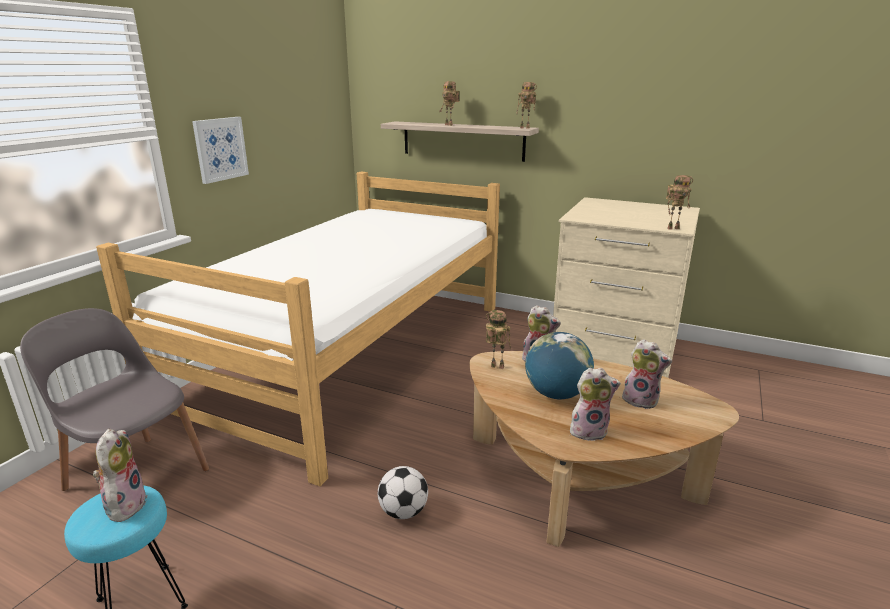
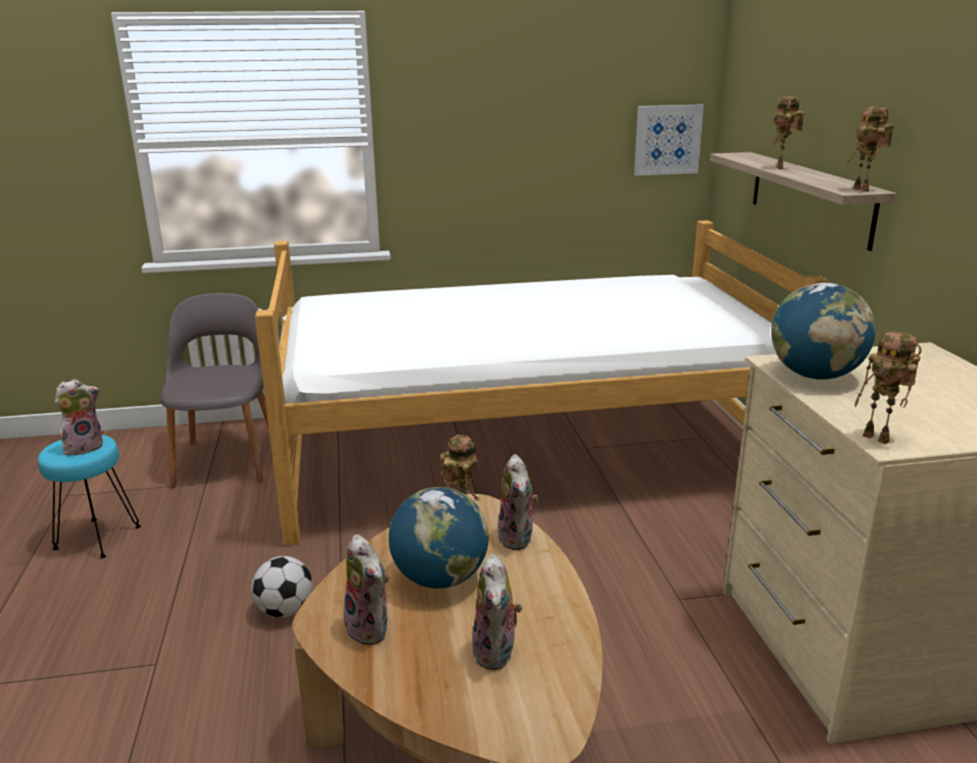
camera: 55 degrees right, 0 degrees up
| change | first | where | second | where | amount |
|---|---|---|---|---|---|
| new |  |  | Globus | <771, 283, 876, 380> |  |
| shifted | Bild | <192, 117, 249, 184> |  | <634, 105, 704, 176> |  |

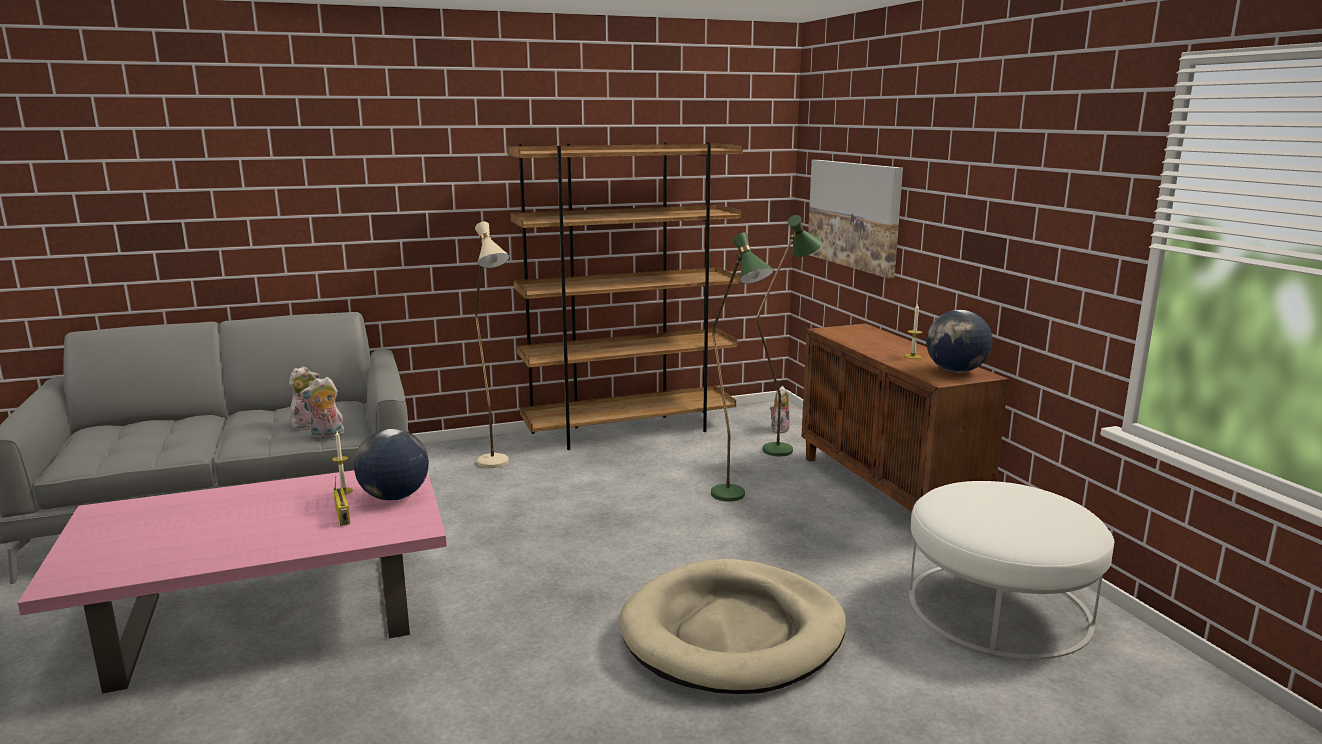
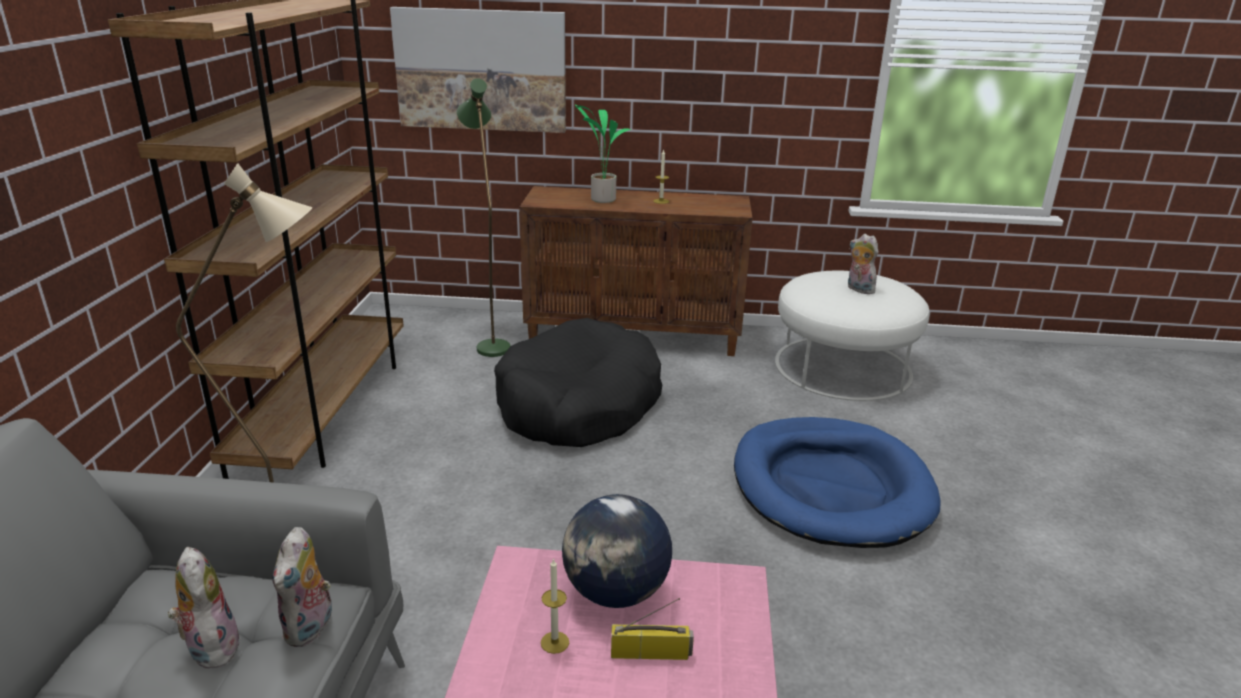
camera: 65 degrees left, 10 degrees up
| change | first | where | second | where | amount |
|---|---|---|---|---|---|
| gone | Globus | <926, 310, 992, 372> |  |  |  |
| new |  |  | Topfpflanze | <575, 105, 631, 203> |  |
| shifted | Plüschtier | <770, 386, 790, 433> |  | <848, 234, 878, 294> |  |
| swapped | Stehlampe [grün] | <711, 233, 774, 502> | Hundebett [schwarz] | <494, 318, 662, 447> |  |
| repainted | Hundebett [beige] | <619, 559, 846, 694> | Hundebett [blau] | <734, 417, 941, 548> |  |

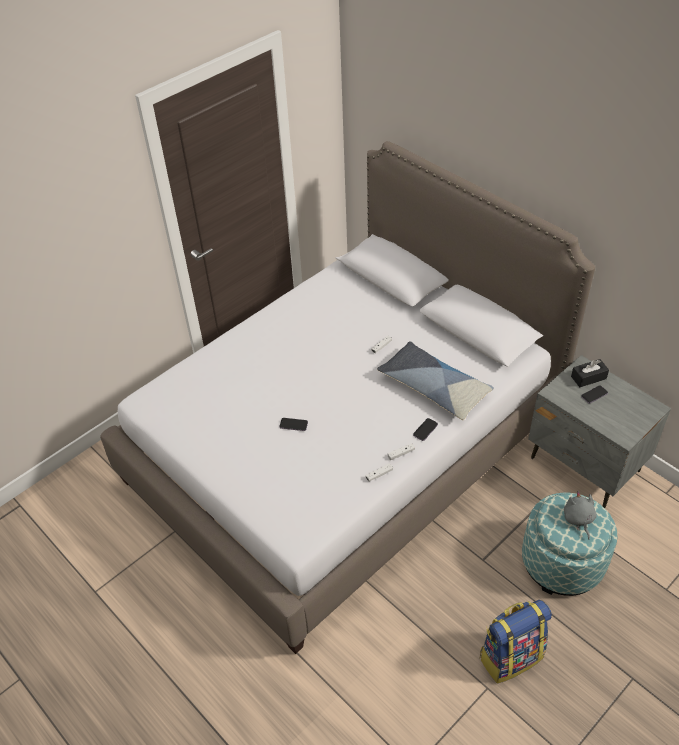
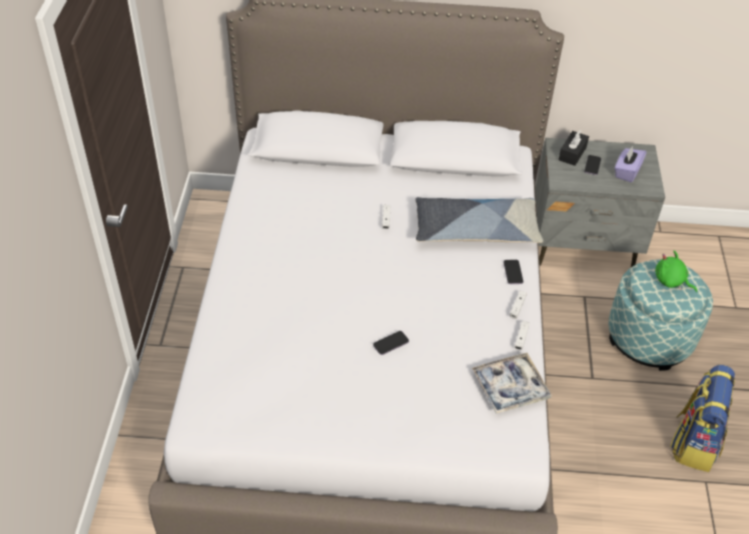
camera: 45 degrees left, 0 degrees up
| change | first | where | second | where | amount |
|---|---|---|---|---|---|
| new |  |  | Tablett | <472, 353, 552, 414> |  |
| new |  |  | Taschentuchbox [lila] | <615, 145, 647, 182> |  |
| repainted | Plüschtier [grau] | <564, 491, 597, 540> | Plüschtier [grün] | <655, 250, 697, 292> |  |

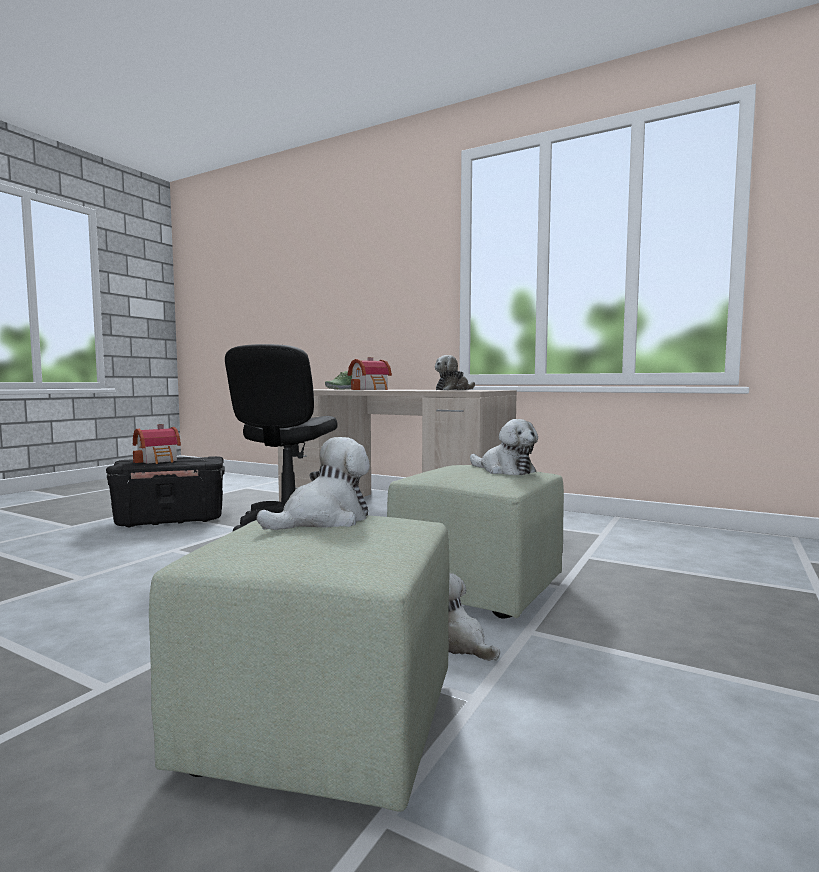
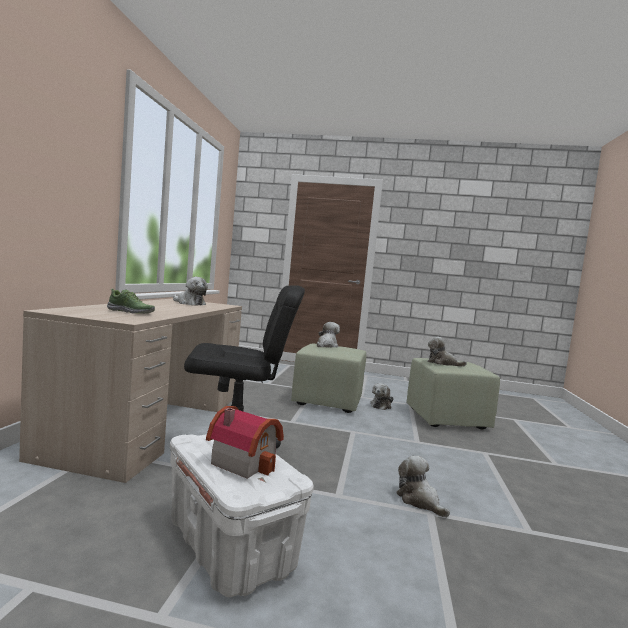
camera: 110 degrees left, 0 degrees up
| change | first | where | second | where | amount |
|---|---|---|---|---|---|
| gone | Spielzeughaus | <348, 357, 392, 390> |  |  |  |
| new |  |  | Plüschtier | <396, 456, 450, 518> |  |
| repainted | Aufbewahrungsbox [schwarz] | <106, 456, 225, 527> | Aufbewahrungsbox [weiß] | <170, 434, 314, 597> |  |

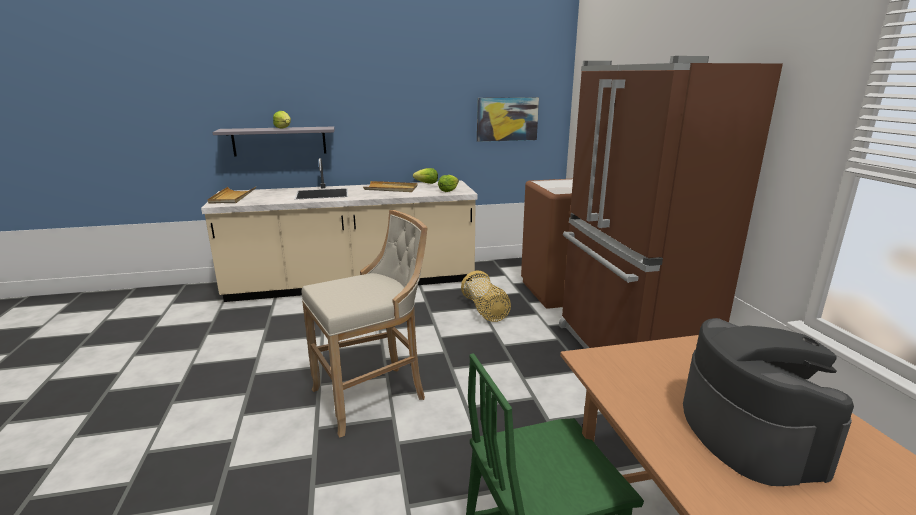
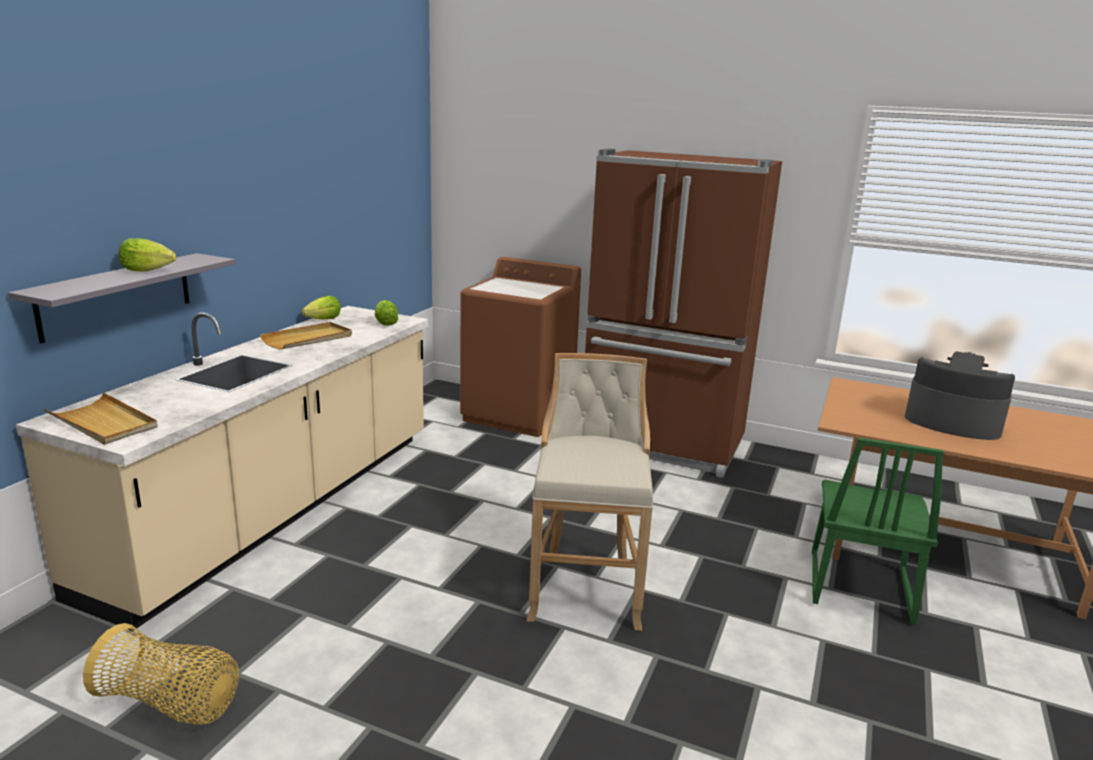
camera: 55 degrees left, 0 degrees up
| change | first | where | second | where | amount |
|---|---|---|---|---|---|
| gone | Bild | <477, 97, 539, 142> |  |  |  |
| shifted | Korb | <461, 271, 511, 322> |  | <83, 623, 239, 725> |  |

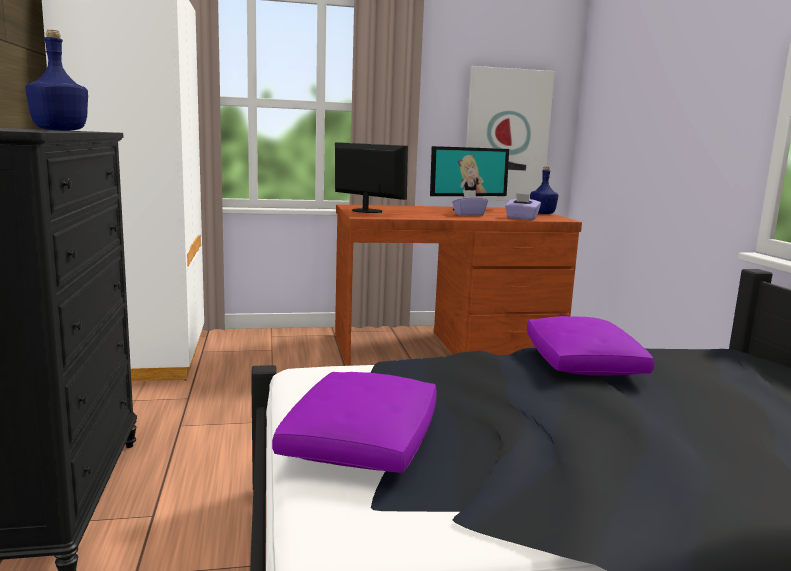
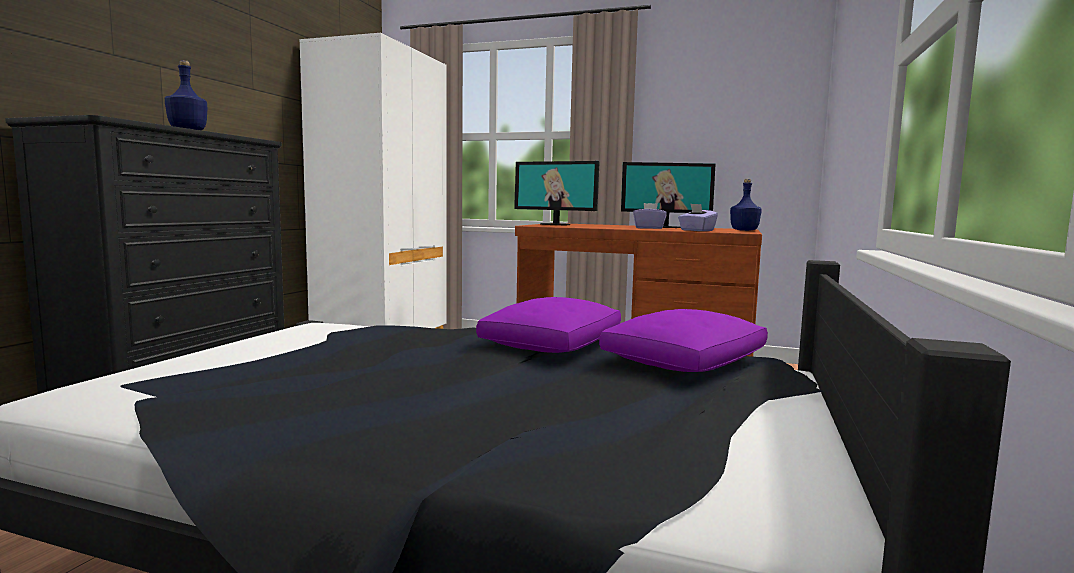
camera: 30 degrees right, 5 degrees down
| change | first | where | second | where | amount |
|---|---|---|---|---|---|
| gone | Bild | <462, 66, 555, 201> |  |  |  |
| shifted | Kissen [lila] | <272, 372, 437, 473> |  | <599, 309, 768, 372> |  |
| rotated | Monitor | <335, 142, 408, 213> |  | <514, 161, 600, 225> | 135 degrees clockwise |

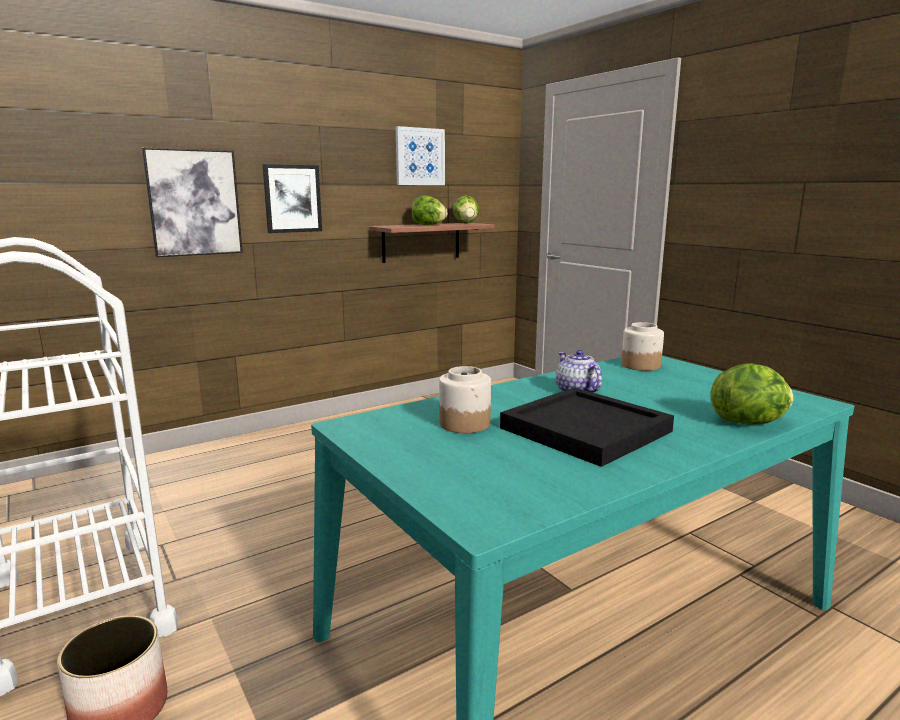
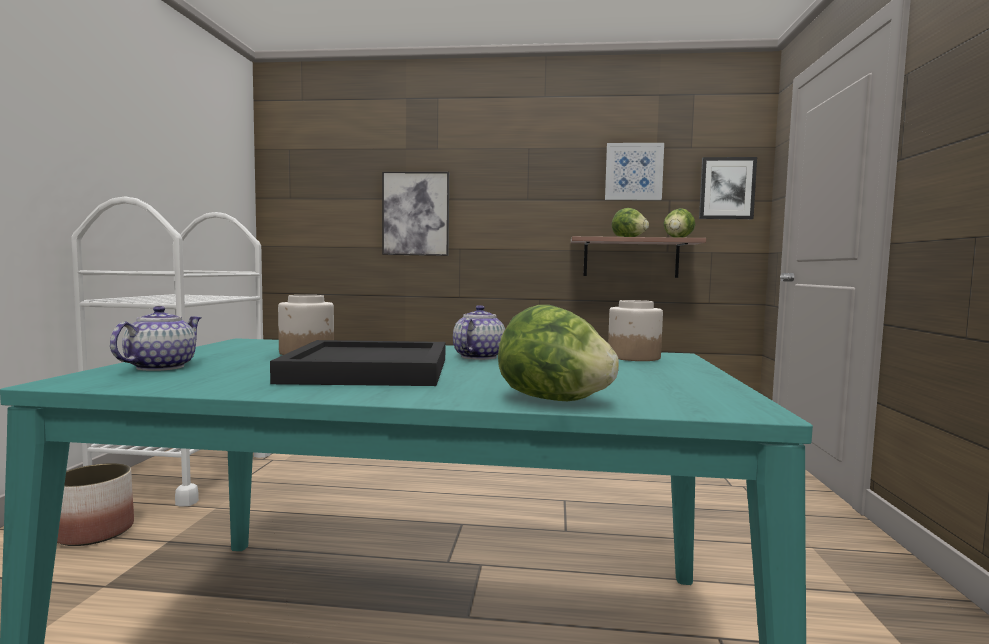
camera: 40 degrees right, 10 degrees down
| change | first | where | second | where | amount |
|---|---|---|---|---|---|
| new |  |  | Teekanne | <110, 306, 201, 371> |  |
| shifted | Bild | <262, 164, 322, 233> |  | <699, 157, 757, 219> |  |

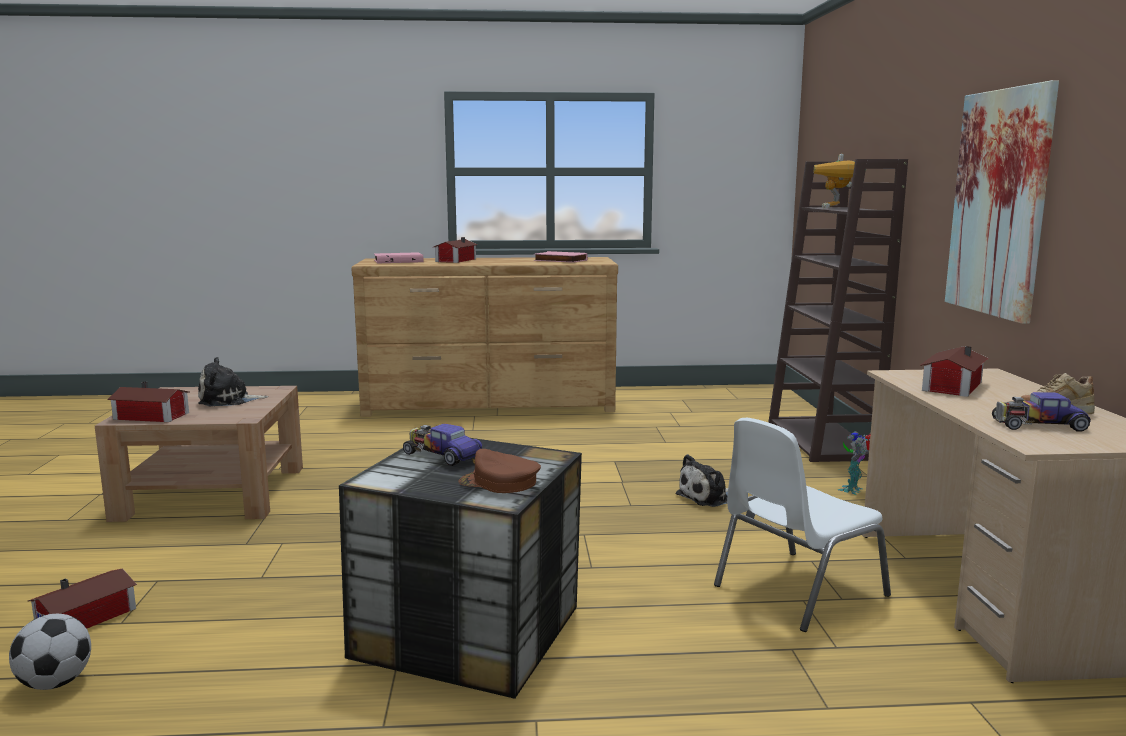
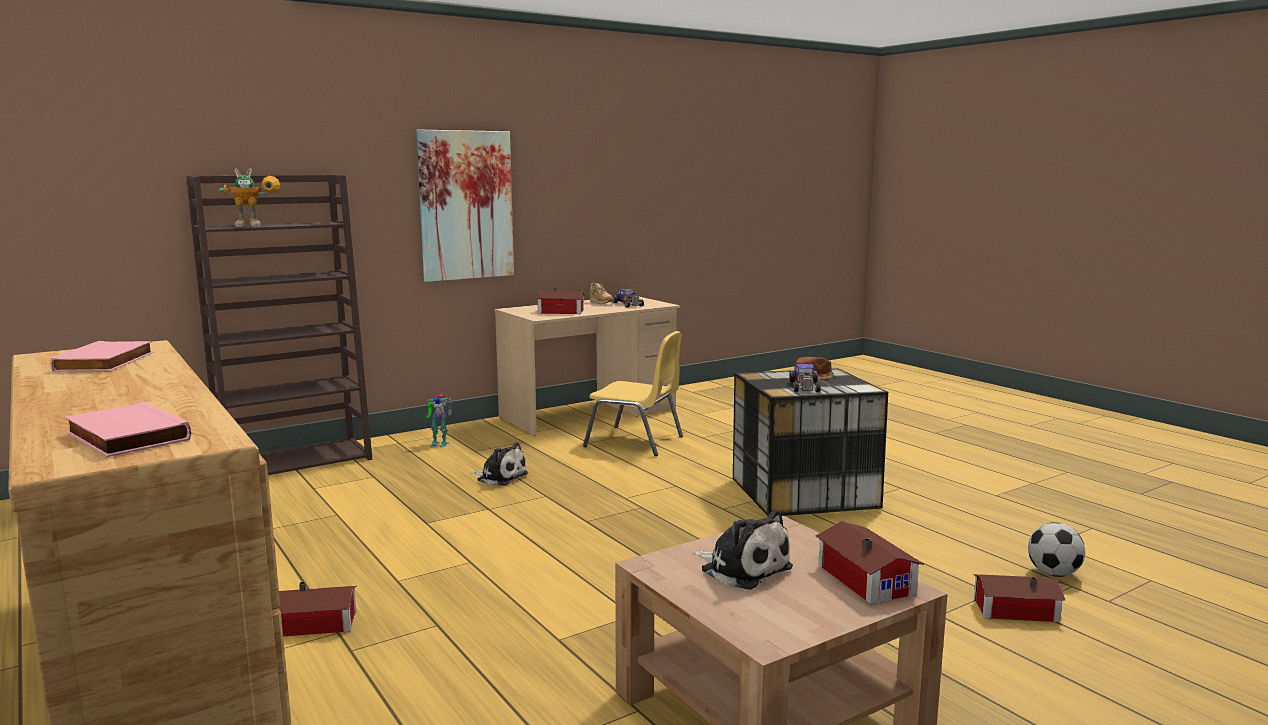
camera: 120 degrees left, 0 degrees up
| change | first | where | second | where | amount |
|---|---|---|---|---|---|
| shifted | Spielzeughaus | <434, 237, 478, 263> |  | <278, 582, 357, 636> |  |
| repainted | Stuhl [weiß] | <714, 418, 891, 632> | Stuhl [gelb] | <583, 331, 683, 456> |  |

